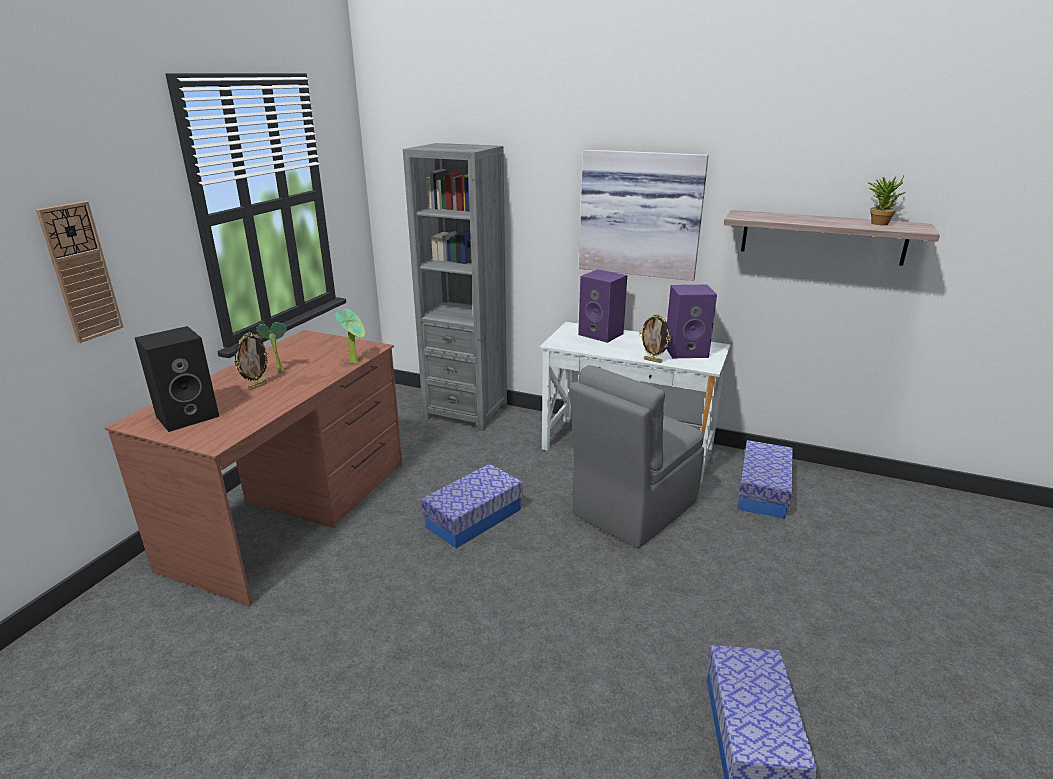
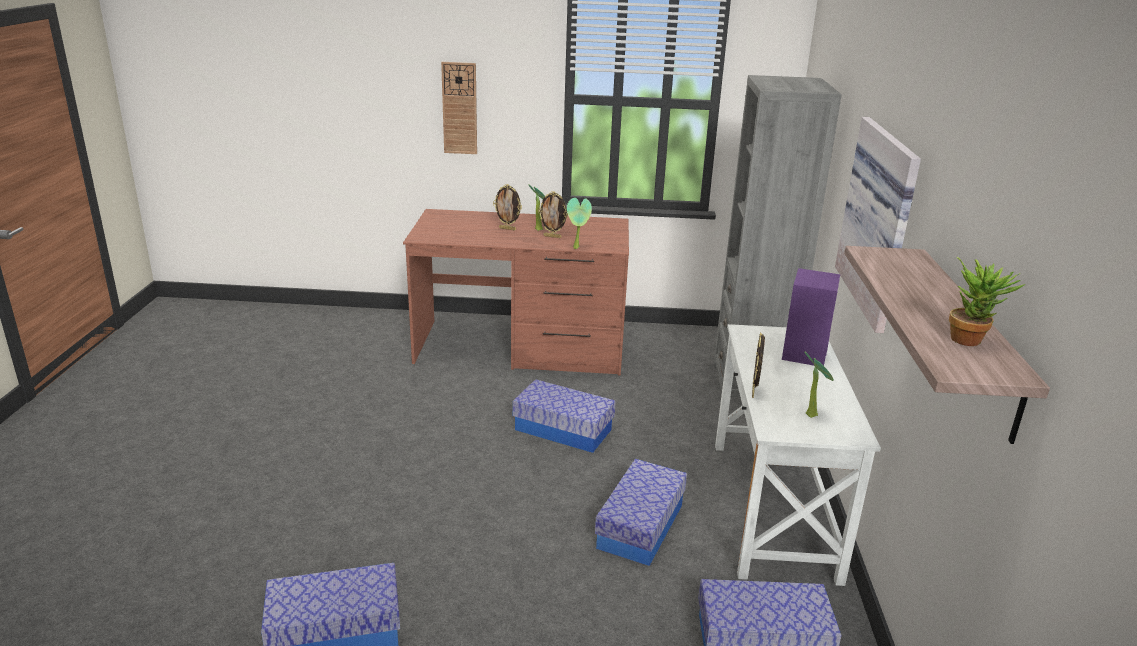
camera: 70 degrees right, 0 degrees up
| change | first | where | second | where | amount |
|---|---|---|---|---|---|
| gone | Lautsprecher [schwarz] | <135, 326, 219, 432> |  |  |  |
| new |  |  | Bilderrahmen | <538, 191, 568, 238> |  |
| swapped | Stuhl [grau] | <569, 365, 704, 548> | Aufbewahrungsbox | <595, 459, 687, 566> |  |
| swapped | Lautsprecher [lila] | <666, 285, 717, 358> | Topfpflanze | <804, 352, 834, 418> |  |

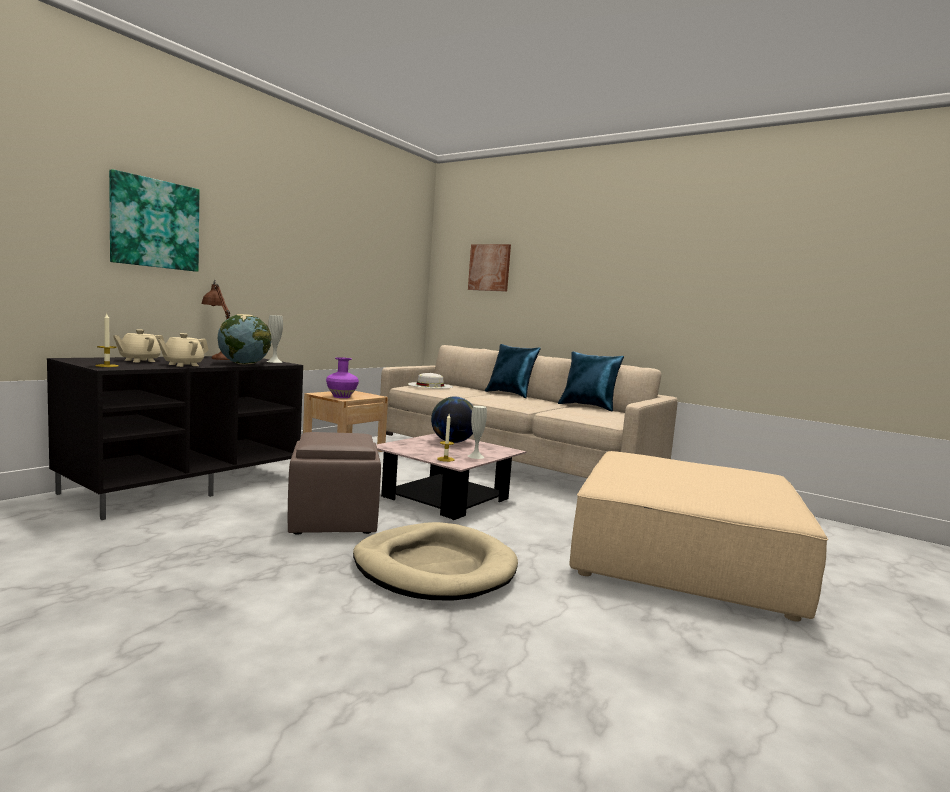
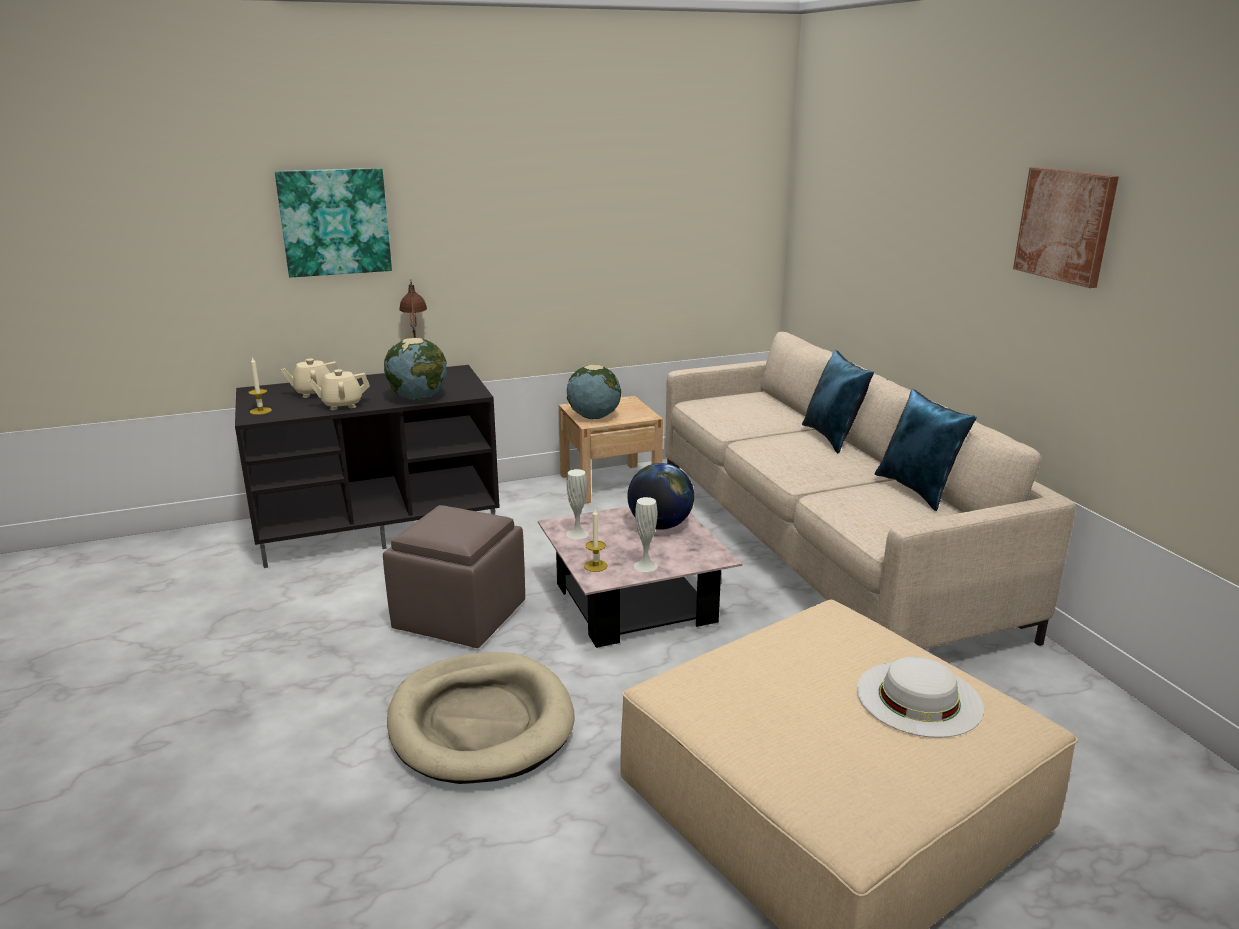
camera: 35 degrees right, 15 degrees up
| change | first | where | second | where | amount |
|---|---|---|---|---|---|
| shifted | Vase [weiß] | <267, 315, 283, 363> |  | <566, 469, 589, 539> |  |
| shifted | Hut [weiß] | <408, 373, 453, 389> |  | <857, 657, 984, 738> |  |
| shifted | Bild | <468, 244, 511, 292> |  | <1013, 167, 1119, 288> |  |
| swapped | Vase [lila] | <326, 357, 359, 398> | Globus | <567, 365, 621, 419> |  |

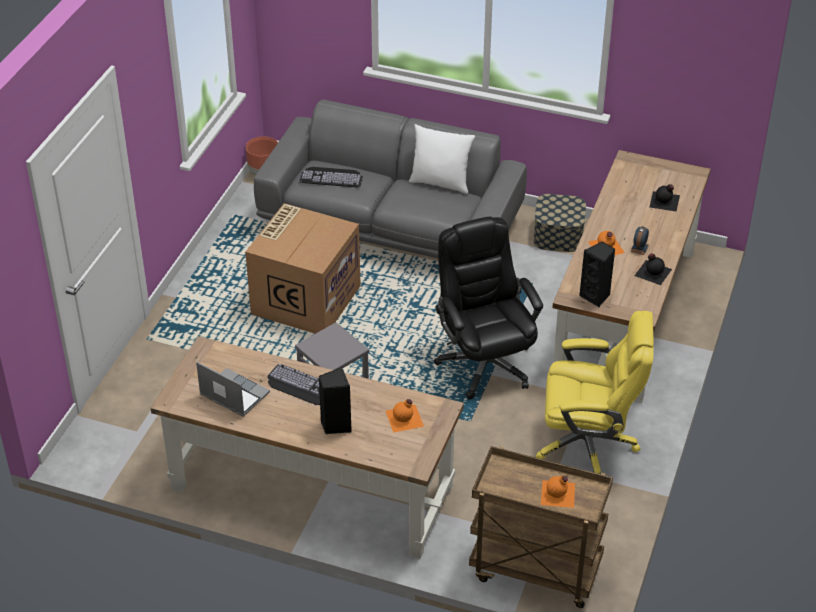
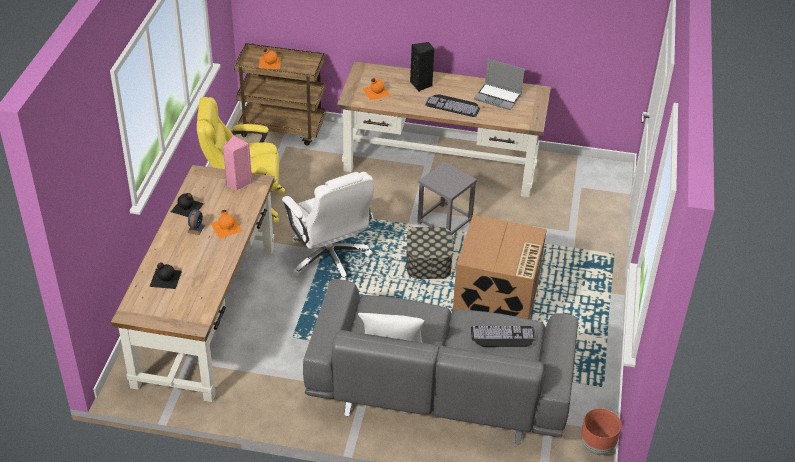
camera: 170 degrees right, 0 degrees up
| change | first | where | second | where | amount |
|---|---|---|---|---|---|
| shifted | Aufbewahrungsbox | <534, 194, 586, 252> |  | <406, 227, 453, 279> |  |
| repainted | Bürostuhl [schwarz] | <434, 217, 543, 400> | Bürostuhl [weiß] | <282, 172, 374, 280> |  |
| repainted | Lautsprecher [schwarz] | <579, 241, 615, 307> | Lautsprecher [rosa] | <223, 135, 252, 191> |  |

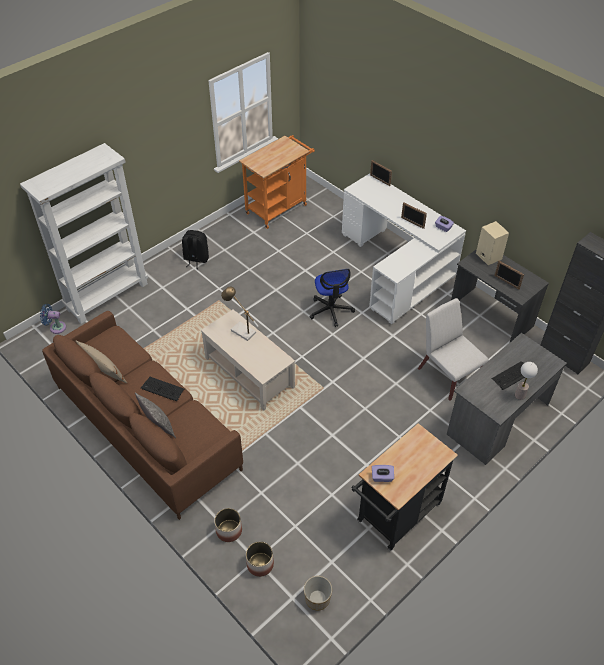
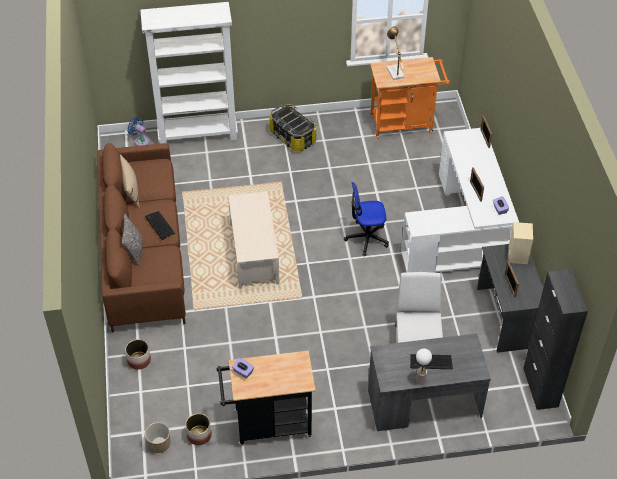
camera: 35 degrees right, 0 degrees up
| change | first | where | second | where | amount |
|---|---|---|---|---|---|
| shifted | Tischlampe | <221, 287, 258, 341> |  | <387, 26, 404, 80> |  |
| shifted | Pflanzkübel | <246, 541, 274, 577> |  | <186, 413, 212, 445> |  |
| swapped | Rucksack [schwarz] | <182, 230, 209, 269> | Aufbewahrungsbox | <270, 104, 317, 151> |  |
| rotated | Bürostuhl | <310, 269, 355, 327> |  | <344, 182, 389, 256> | 60 degrees clockwise |

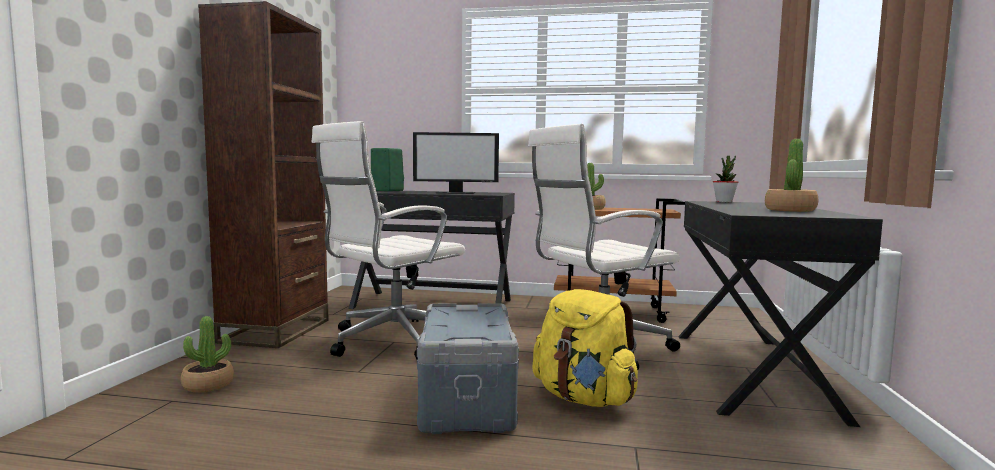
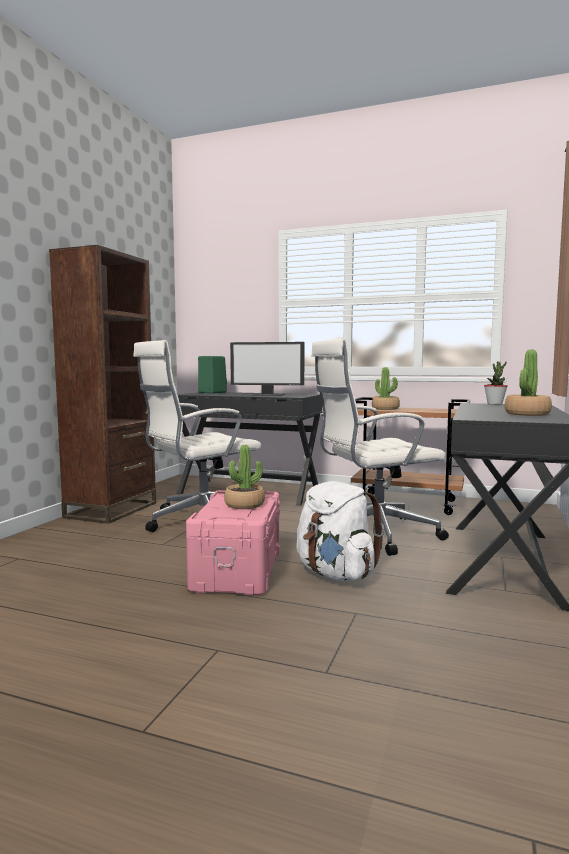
camera: 10 degrees right, 0 degrees up
| change | first | where | second | where | amount |
|---|---|---|---|---|---|
| shifted | Topfpflanze | <181, 316, 234, 393> |  | <224, 445, 265, 509> |  |
| repainted | Aufbewahrungsbox [grau] | <417, 303, 519, 434> | Aufbewahrungsbox [rosa] | <186, 490, 280, 596> |  |
| repainted | Rucksack [gelb] | <533, 289, 638, 407> | Rucksack [weiß] | <296, 481, 384, 581> |  |

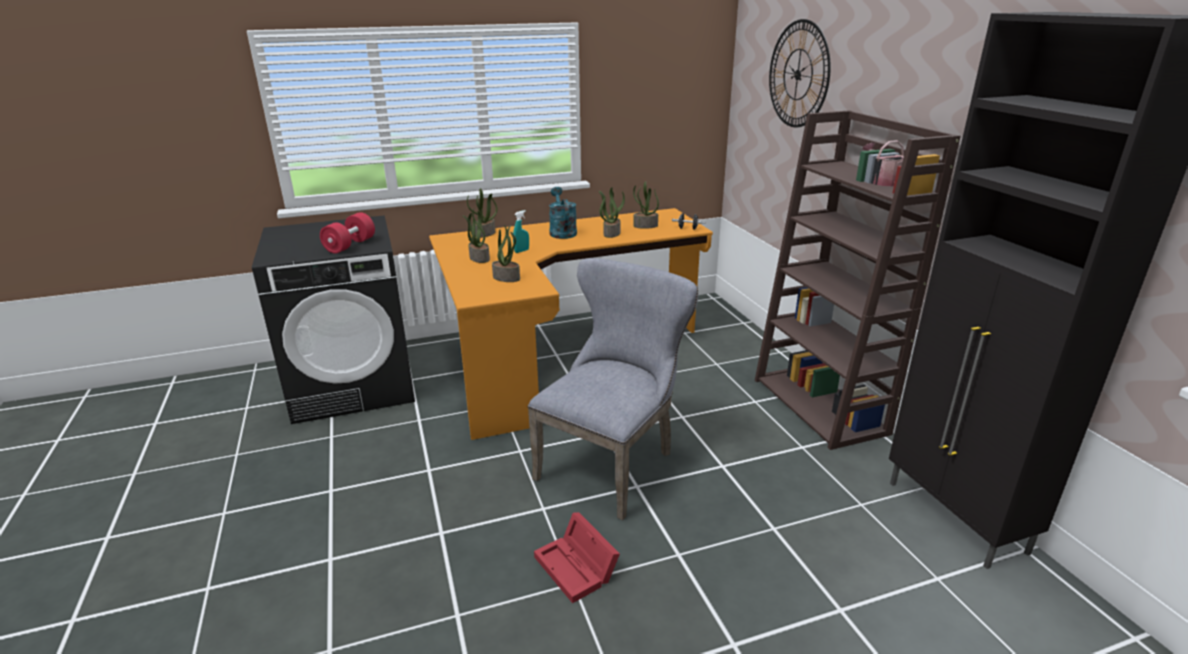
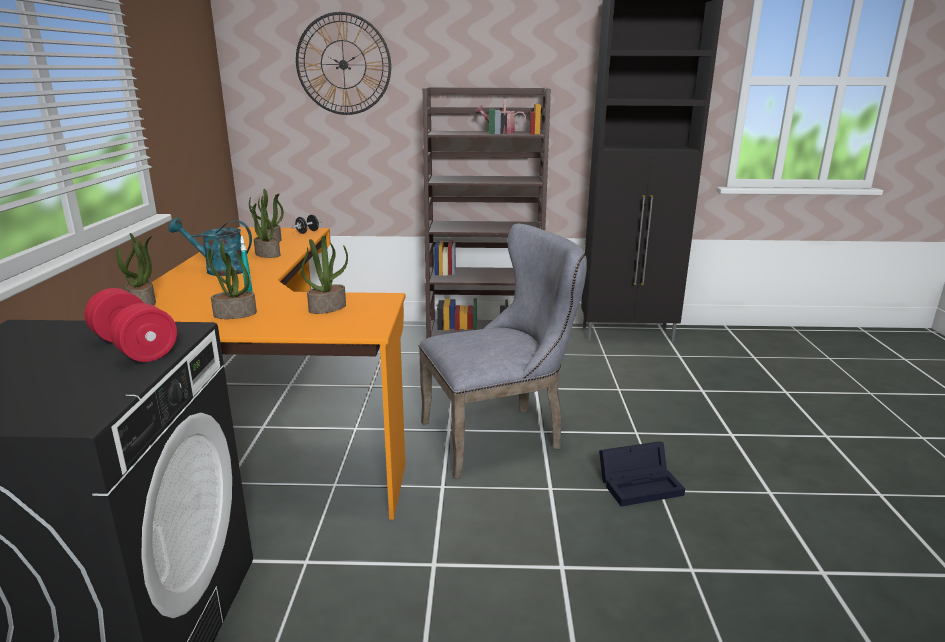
camera: 70 degrees left, 5 degrees down
| change | first | where | second | where | amount |
|---|---|---|---|---|---|
| repainted | Aufbewahrungsbox [rot] | <534, 512, 620, 603> | Aufbewahrungsbox [schwarz] | <599, 441, 685, 506> |  |
| rotated | Stuhl [grau] | <528, 258, 698, 520> |  | <419, 224, 587, 479> | 105 degrees clockwise |

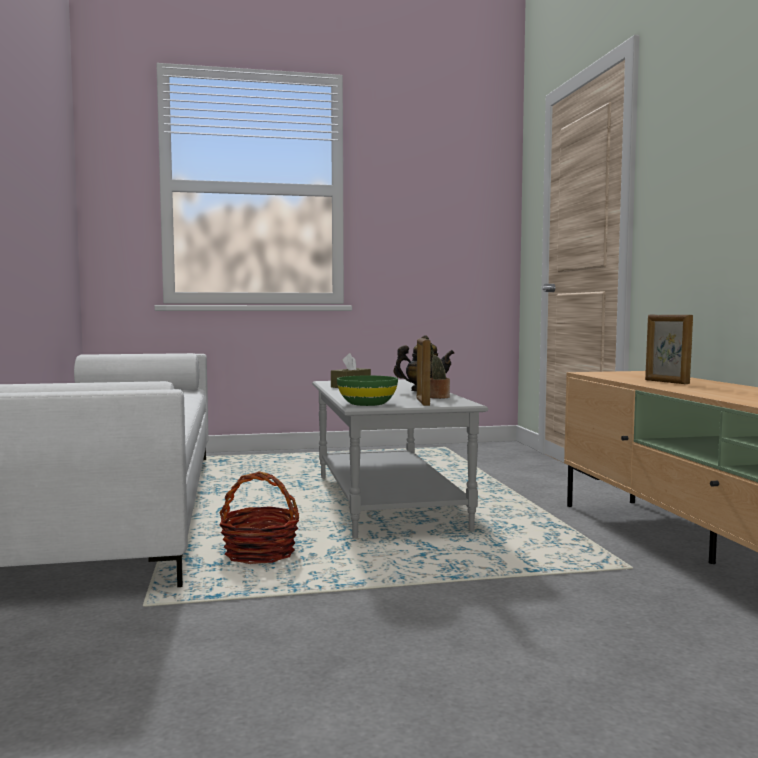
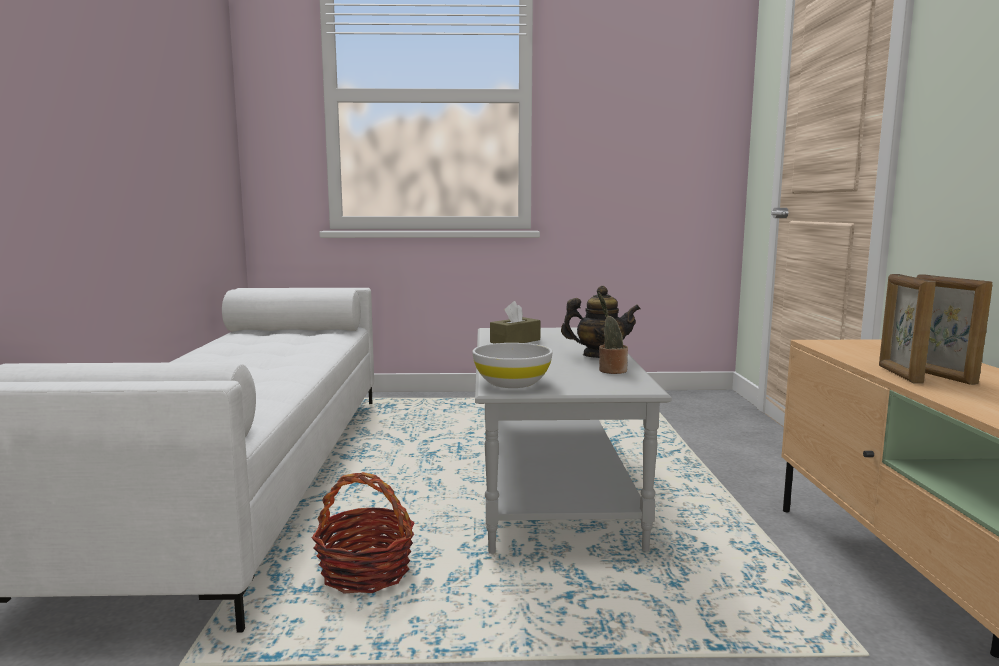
camera: 10 degrees right, 5 degrees up
| change | first | where | second | where | amount |
|---|---|---|---|---|---|
| shifted | Bilderrahmen | <417, 338, 431, 406> |  | <879, 274, 935, 384> |  |
| repainted | Schüssel [grün] | <337, 376, 398, 406> | Schüssel [weiß] | <472, 343, 552, 388> |  |

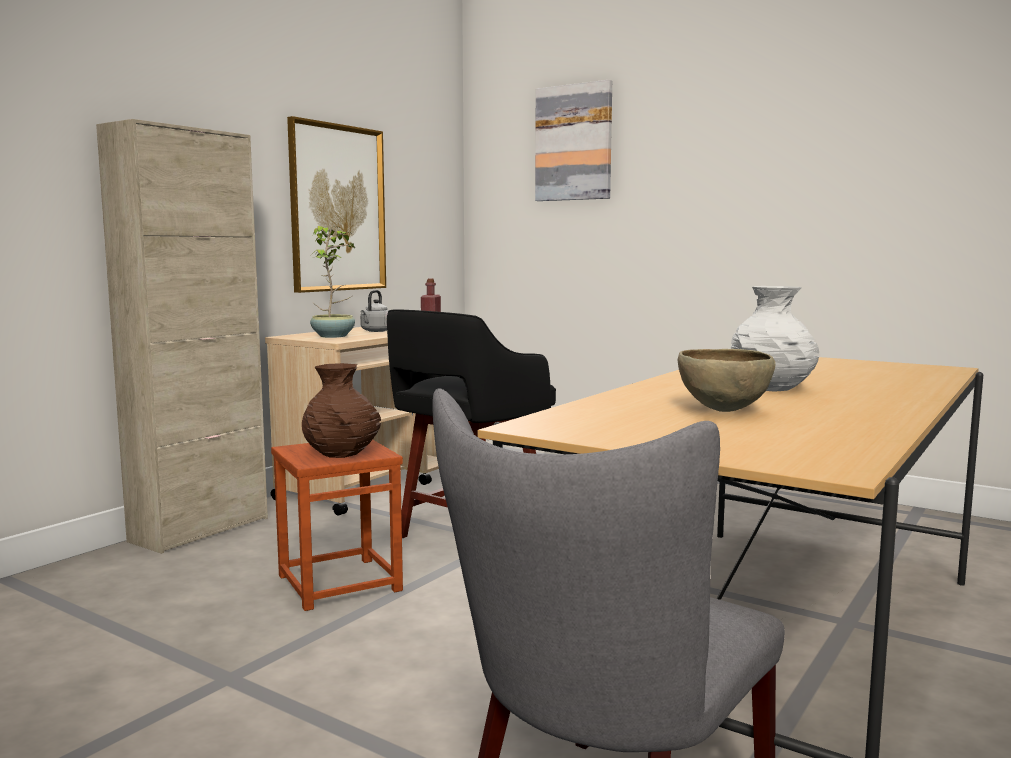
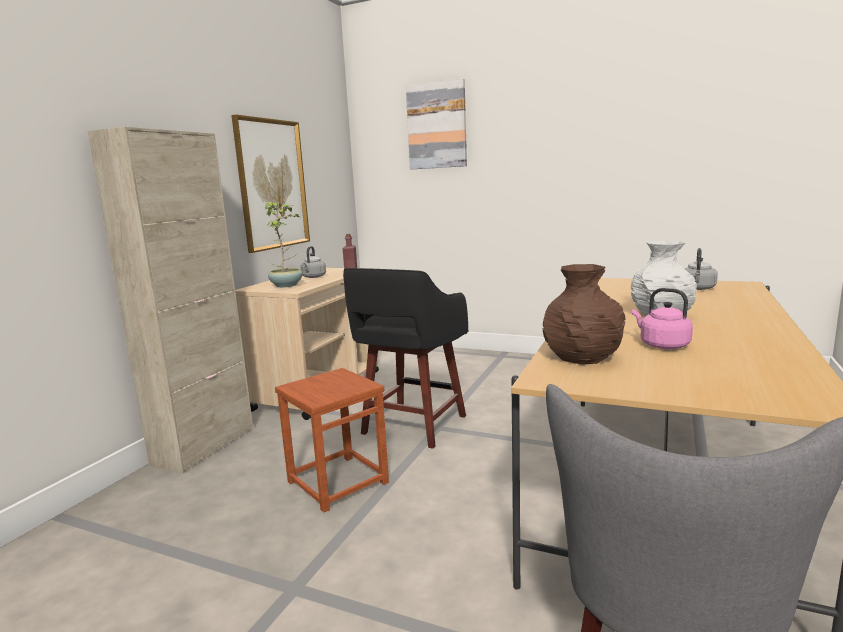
camera: 10 degrees left, 5 degrees up
| change | first | where | second | where | amount |
|---|---|---|---|---|---|
| new |  |  | Wasserkessel [grau] | <685, 248, 718, 290> |  |
| shifted | Vase [braun] | <302, 363, 381, 458> |  | <543, 264, 626, 365> |  |
| swapped | Schüssel [braun] | <678, 349, 775, 412> | Wasserkessel [rosa] | <632, 288, 693, 349> |  |

